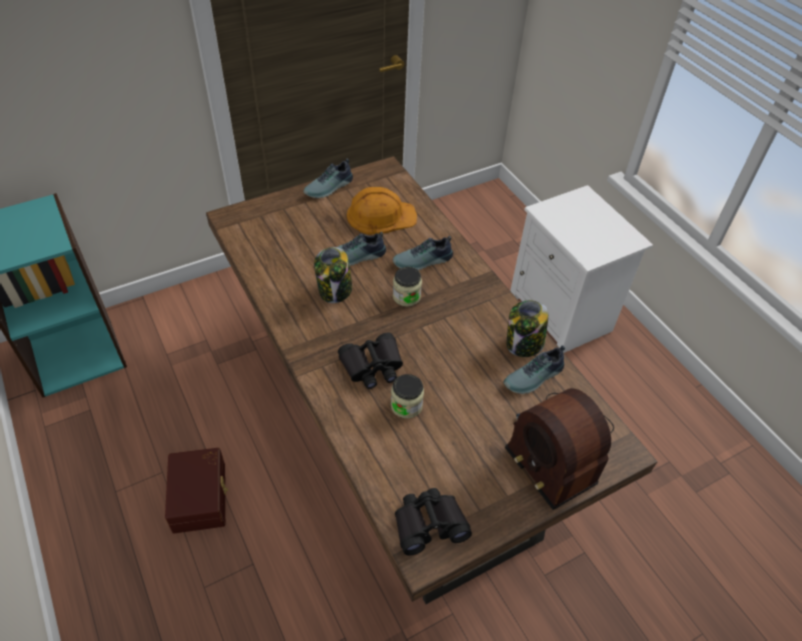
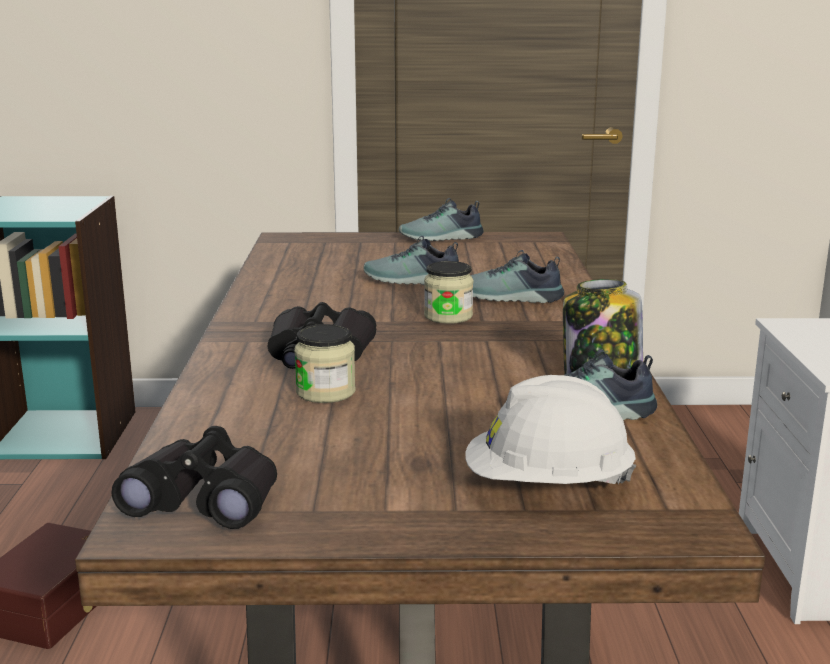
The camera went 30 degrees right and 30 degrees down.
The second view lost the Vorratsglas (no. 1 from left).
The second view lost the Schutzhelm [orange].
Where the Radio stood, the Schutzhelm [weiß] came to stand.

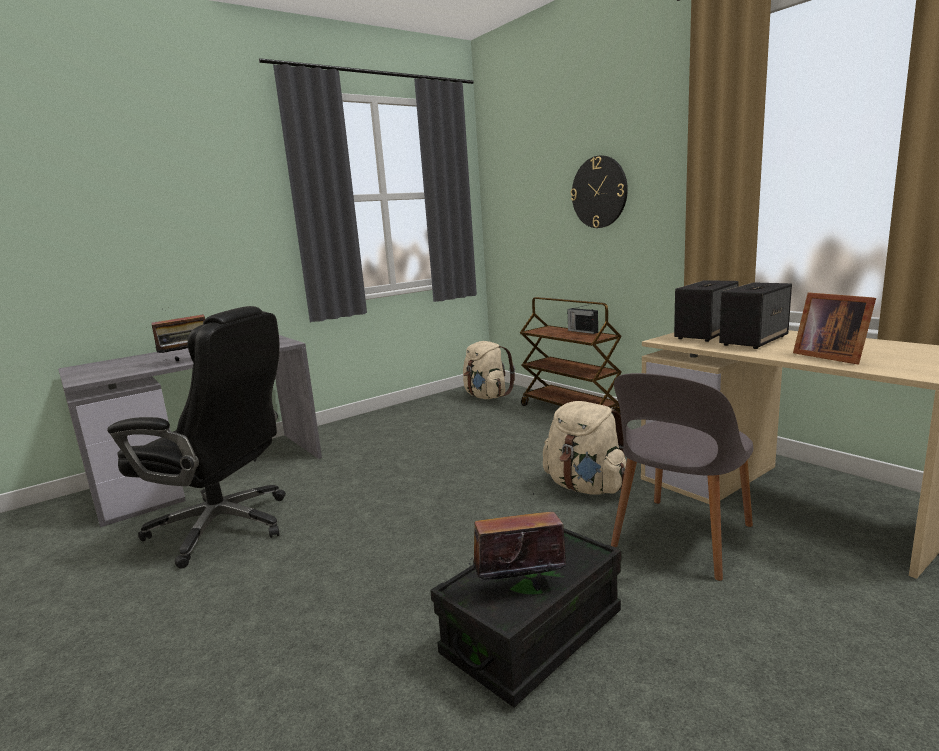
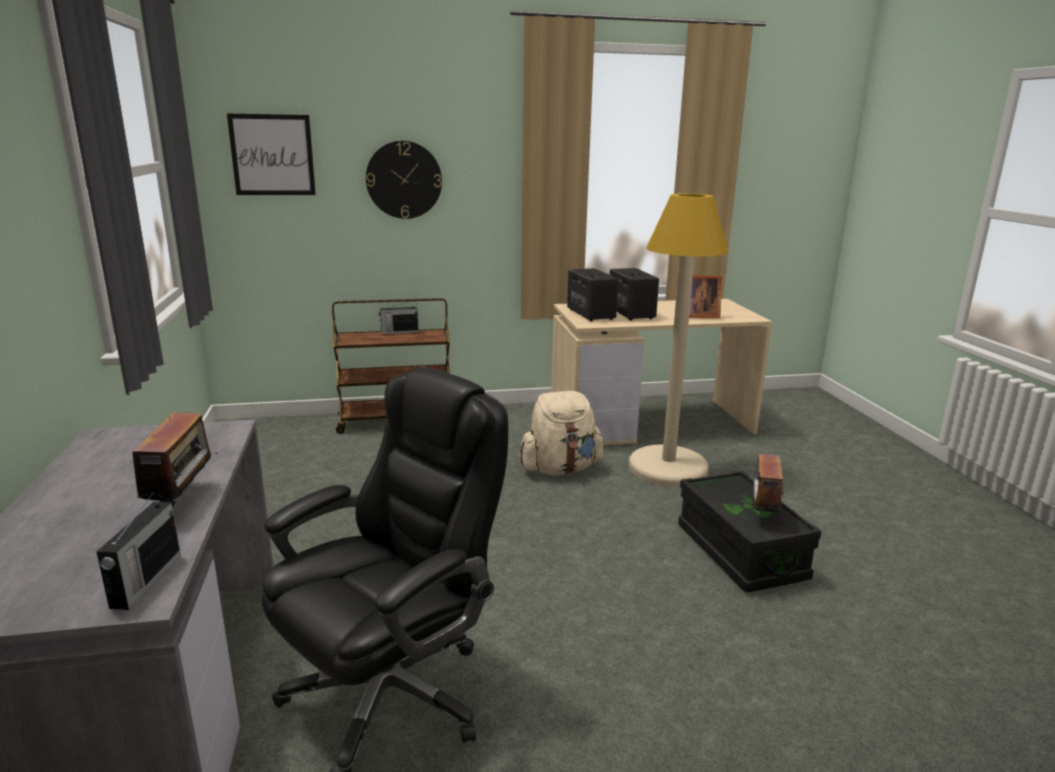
The camera went 65 degrees left and 5 degrees up.
The second view lost the Rucksack [beige] (no. 1 from left).
The second view gained the Radio (no. 1 from left).
The second view gained the Bild.
Where the Stuhl [grau] stood, the Stehlampe [beige] came to stand.

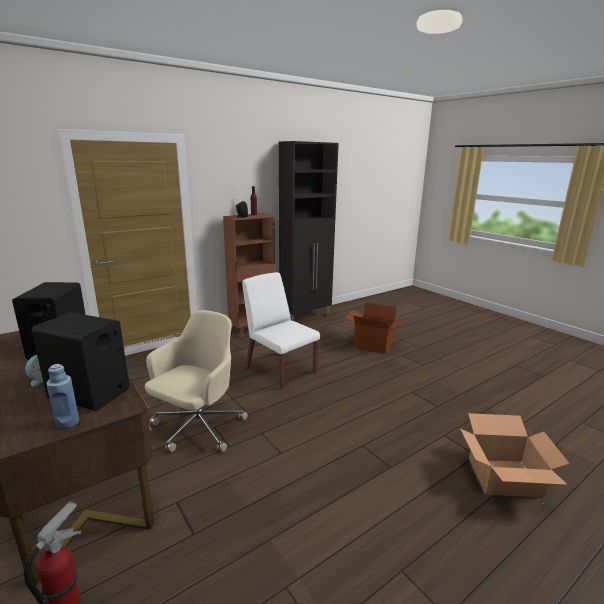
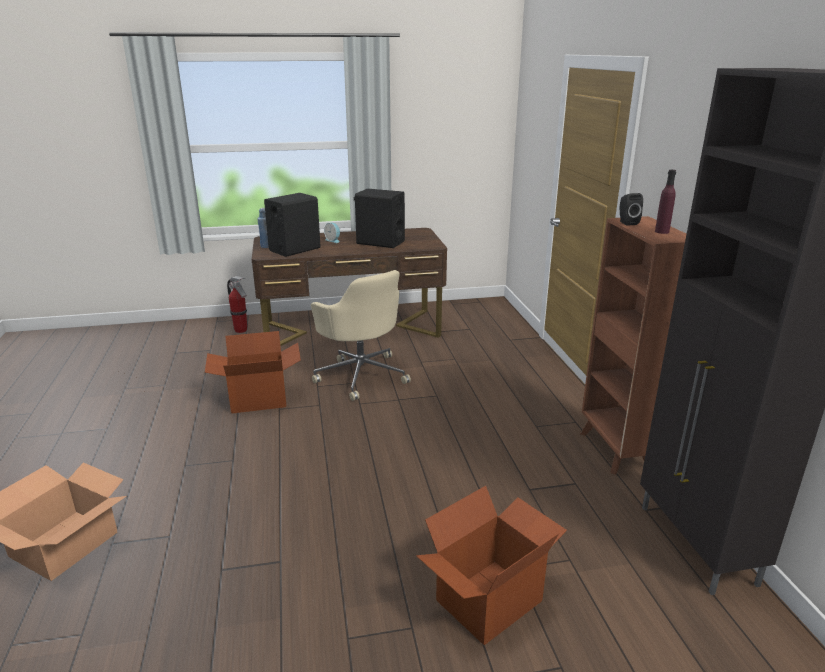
The camera went 115 degrees right and 5 degrees up.
The second view lost the Stuhl [weiß].
The second view gained the Karton (no. 2 from left).

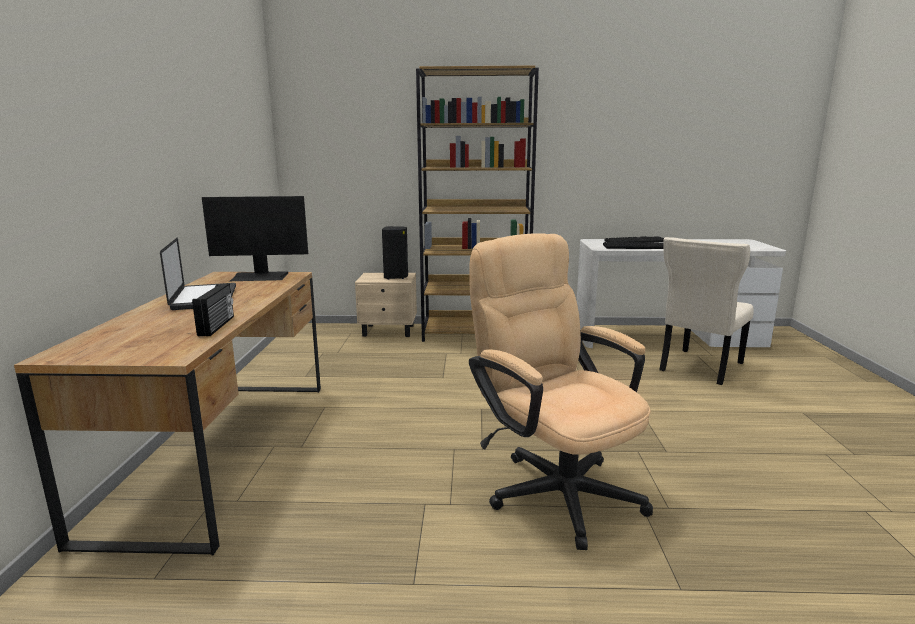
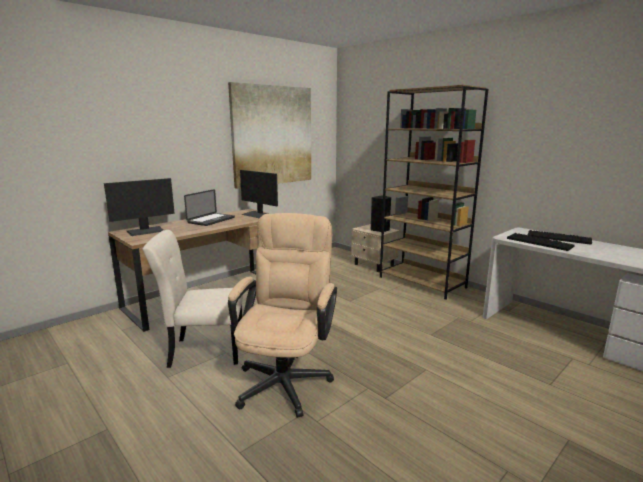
The camera went 45 degrees right and 0 degrees up.
The second view lost the Radio.
The second view gained the Monitor (no. 1 from left).
The second view gained the Bild.
The Stuhl [beige] ended up elsewhere.

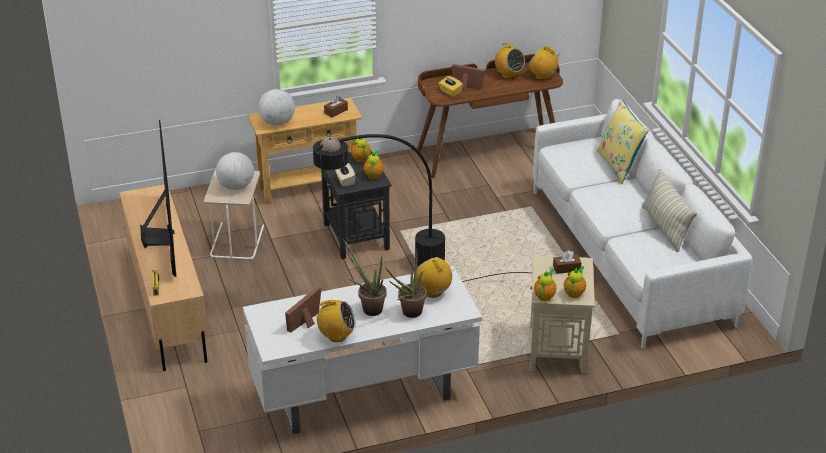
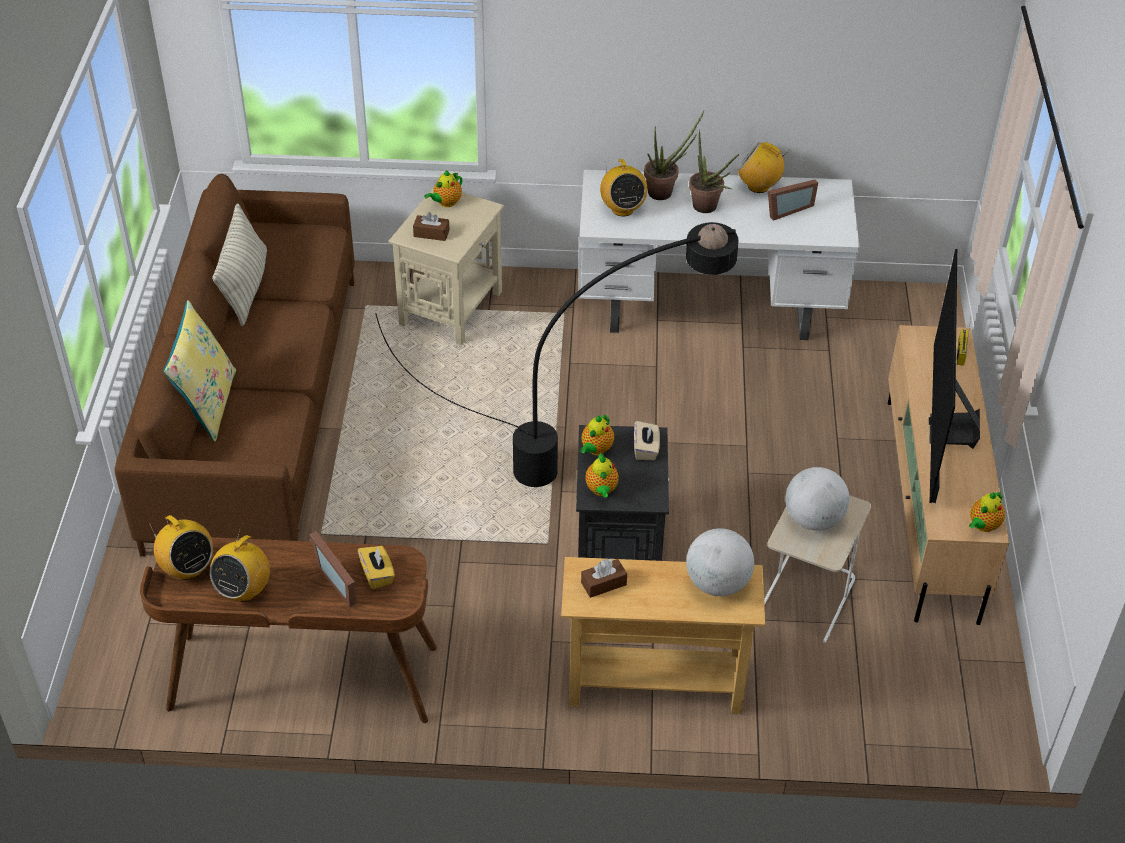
The camera went 160 degrees left and 10 degrees up.
The Teekanne (no. 3 from left in the first image) ended up elsewhere.
What was the Sofa [weiß] turned into the Sofa [braun].
The Radio (no. 4 from left in the first image) ended up facing another way, 135 degrees counterclockwise from before.

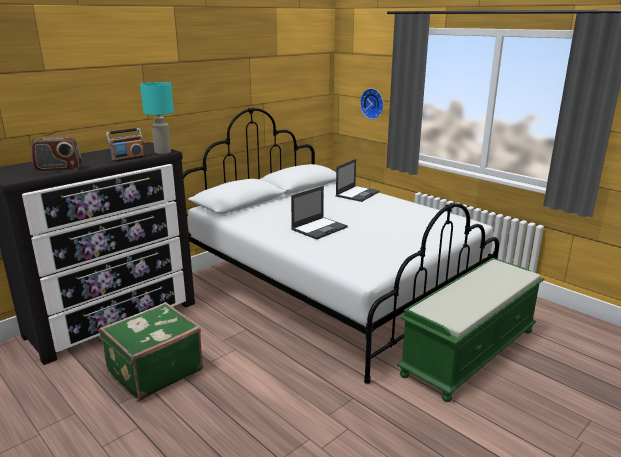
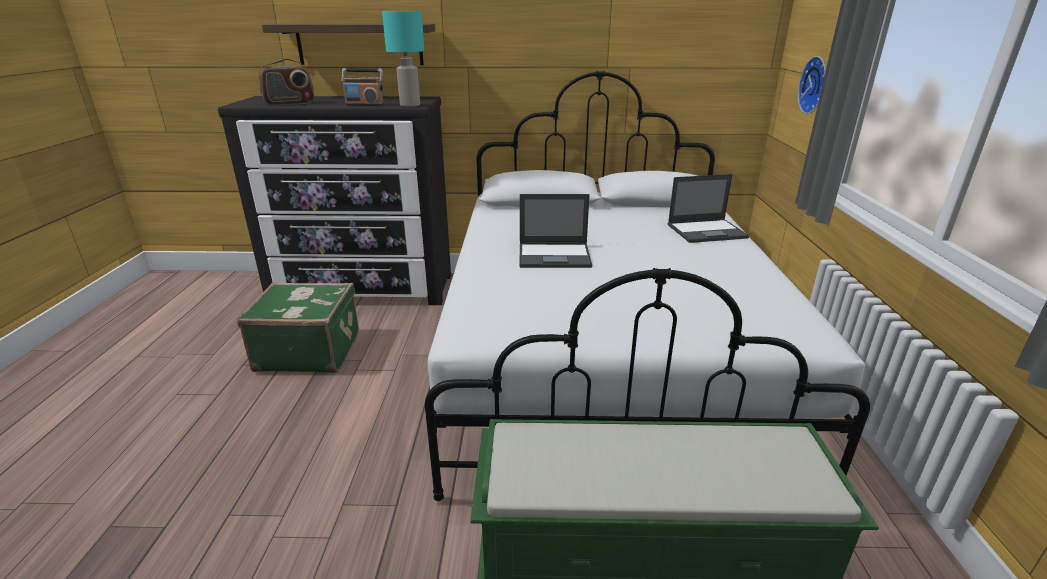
The camera went 45 degrees right and 5 degrees up.
The second view gained the Wandregal.
The Radio (no. 1 from left) ended up facing another way, 60 degrees counterclockwise from before.

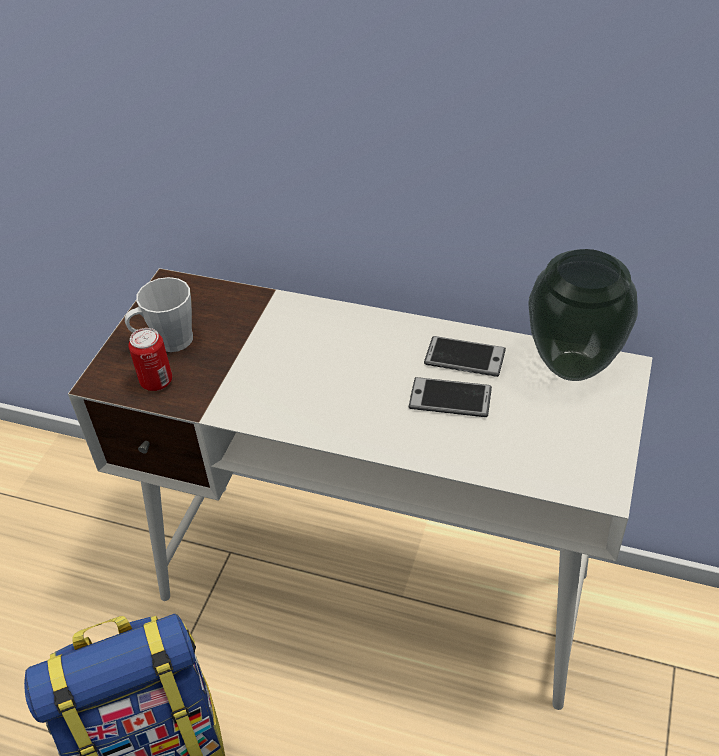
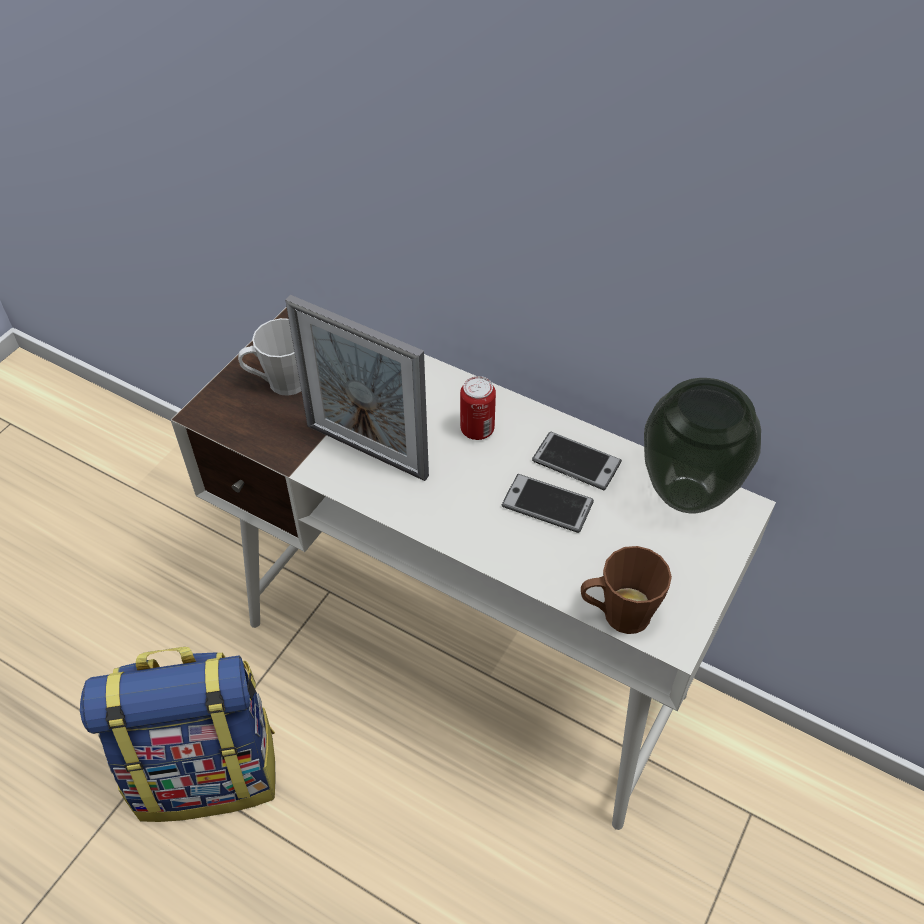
The camera went 10 degrees right and 5 degrees up.
The second view gained the Bilderrahmen.
The second view gained the Henkelbecher [braun].
The Dose ended up elsewhere.

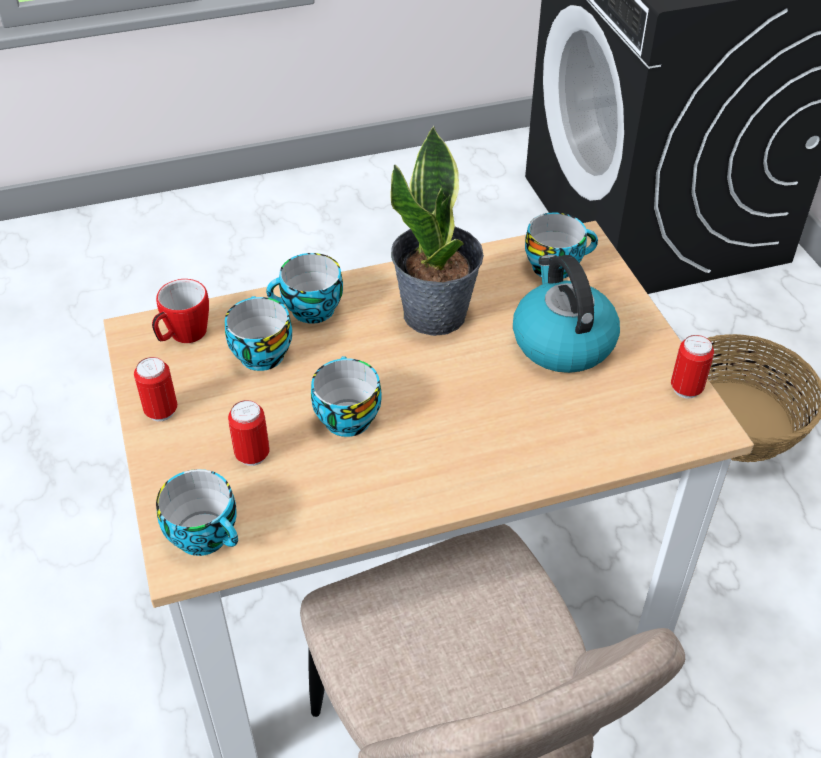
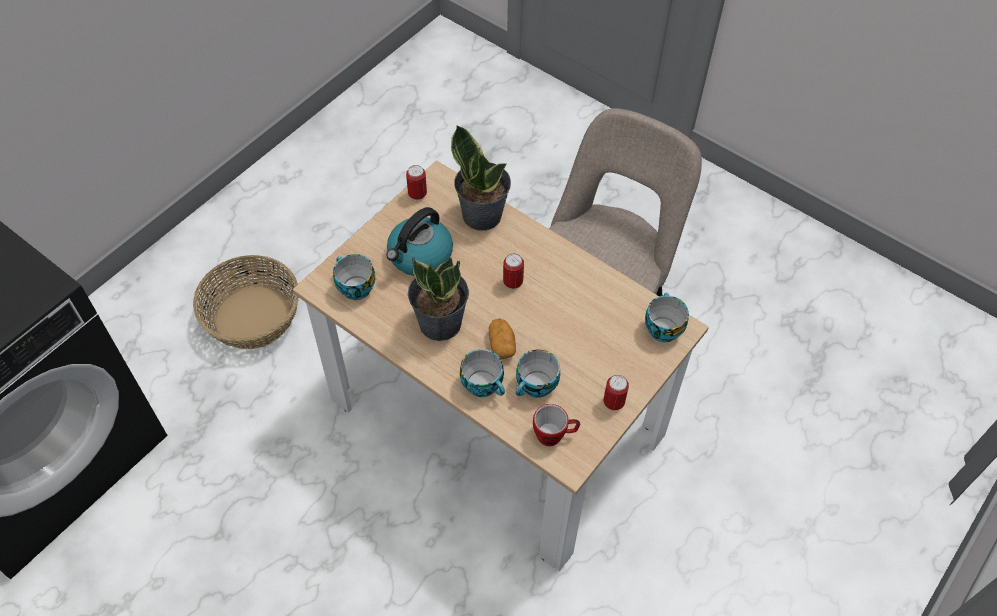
The camera went 125 degrees left and 10 degrees up.
The second view lost the Tasse (no. 4 from left).
The second view gained the Topfpflanze (no. 2 from left).
The second view gained the Kartoffel.
The Dose (no. 2 from left) ended up elsewhere.

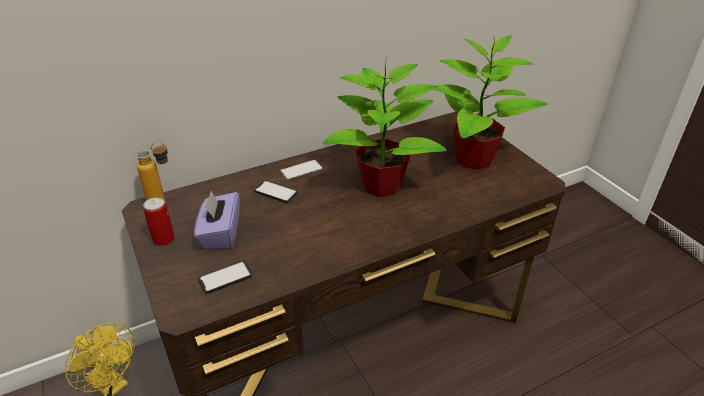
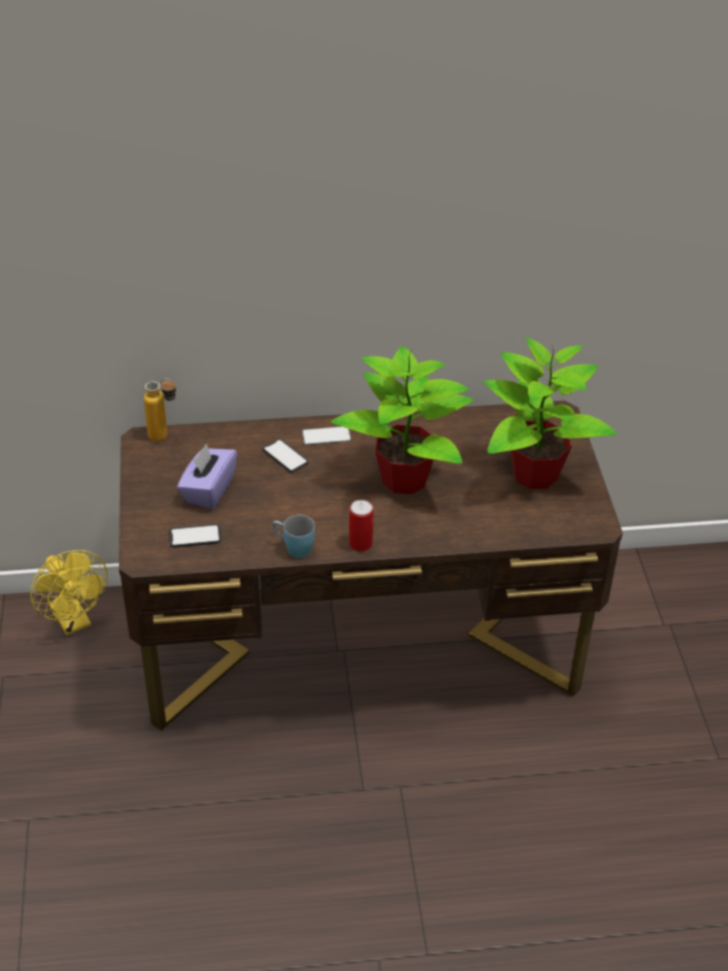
The camera went 20 degrees right and 5 degrees up.
The second view gained the Henkelbecher [blau].
The Dose ended up elsewhere.

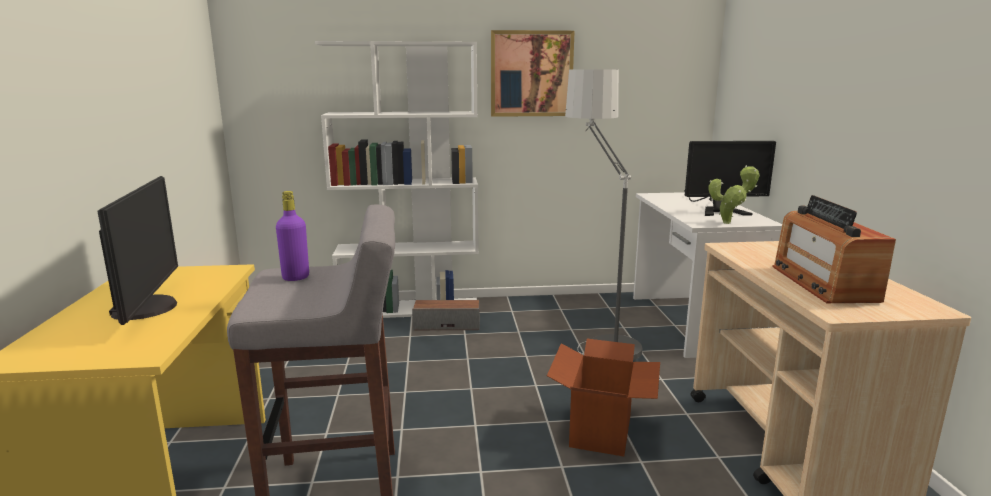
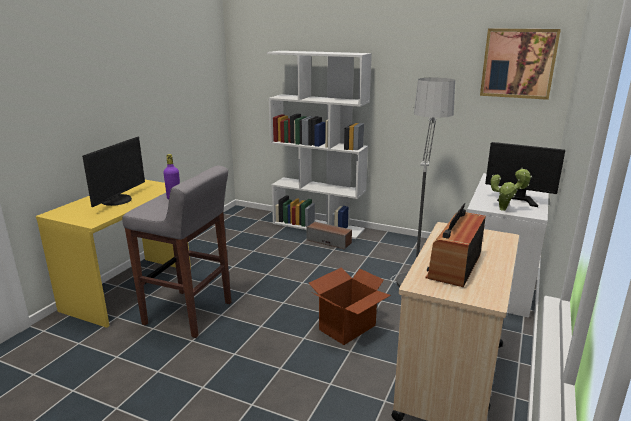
The camera went 30 degrees right and 5 degrees up.
The Bild ended up elsewhere.

